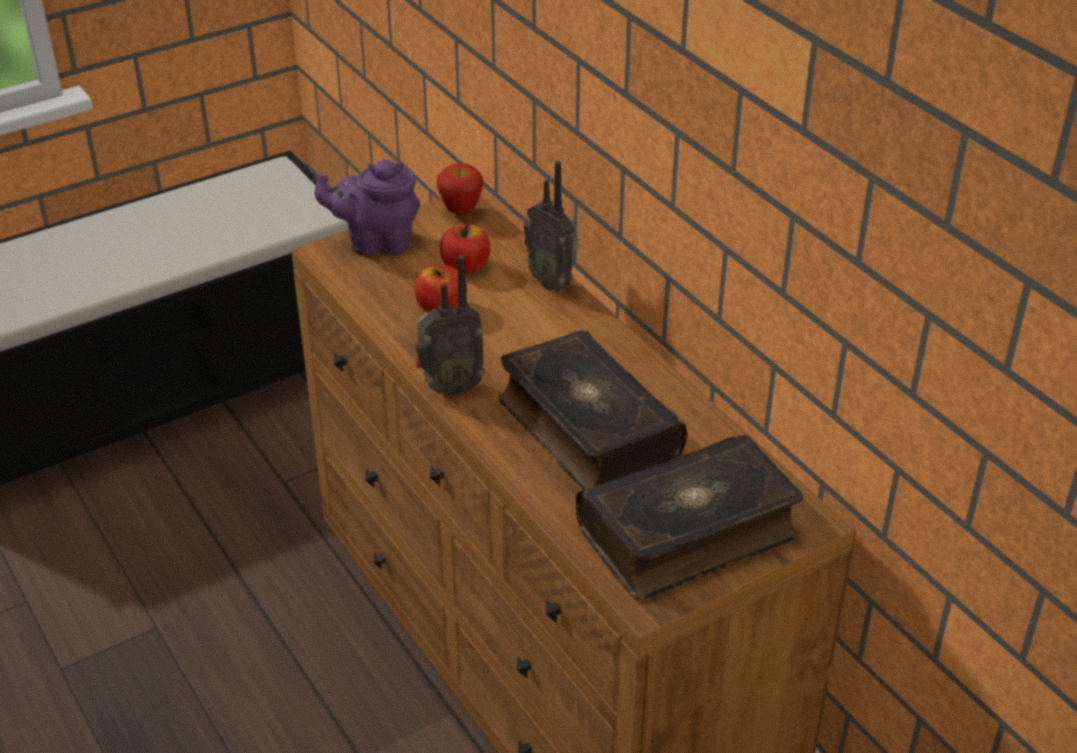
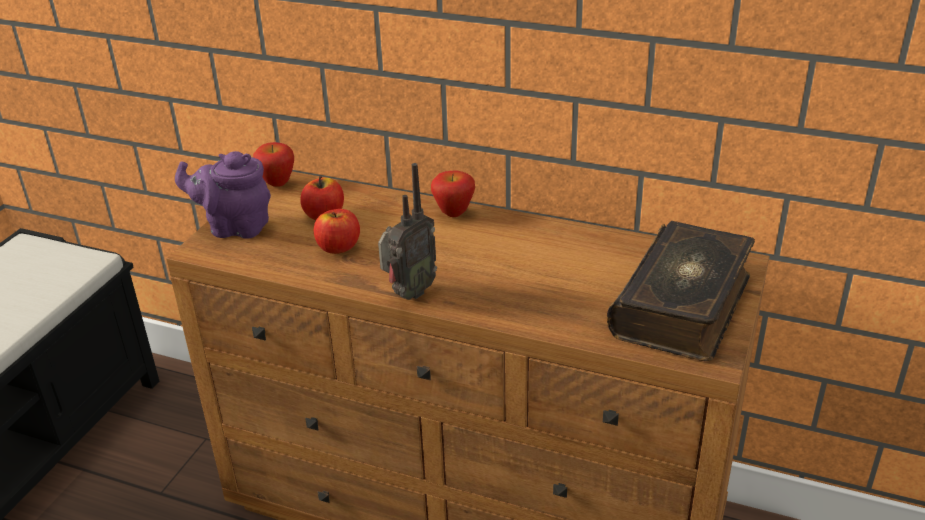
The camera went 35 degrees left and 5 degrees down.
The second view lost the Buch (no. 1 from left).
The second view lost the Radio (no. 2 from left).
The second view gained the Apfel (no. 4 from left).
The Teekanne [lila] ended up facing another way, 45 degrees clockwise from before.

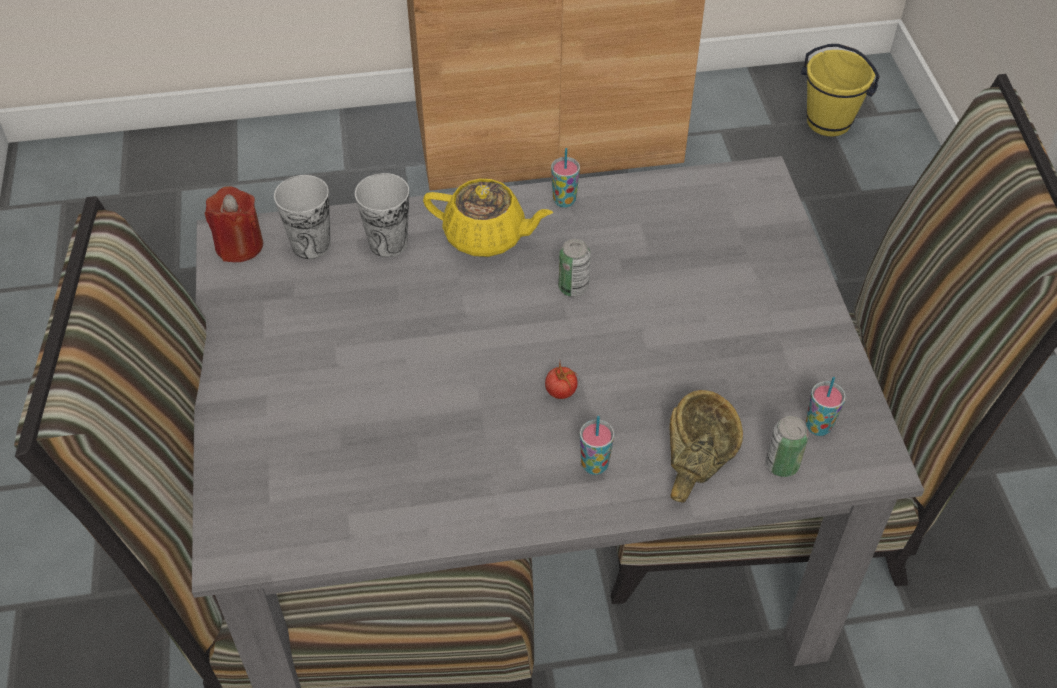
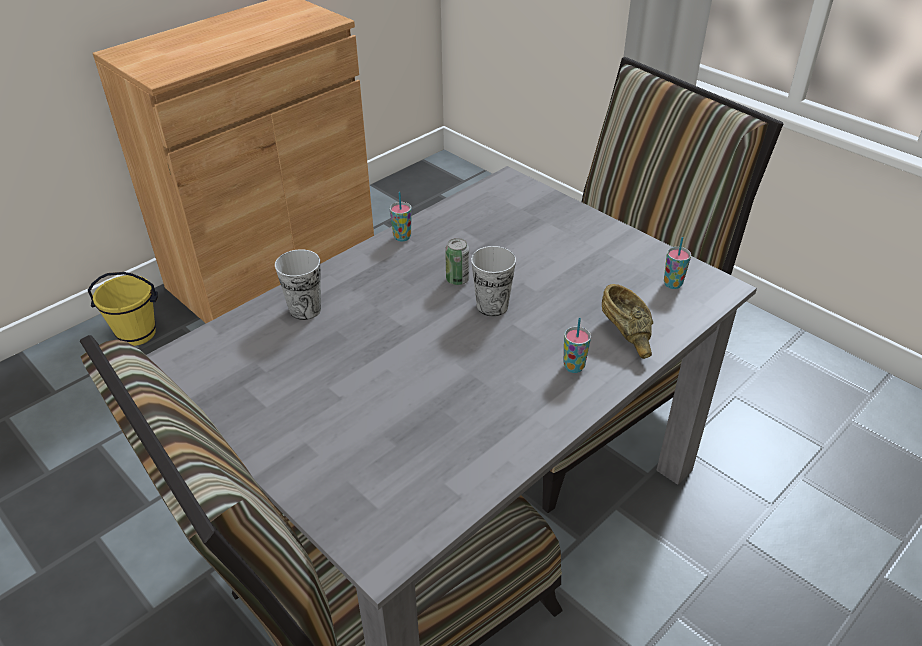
The camera went 35 degrees left and 10 degrees down.
The second view lost the Kerze [rot].
The second view lost the Teekanne [gelb].
The second view lost the Tomate.
The second view lost the Dose (no. 2 from left).
The Tasse (no. 1 from left in the first image) ended up elsewhere.
The Eimer [gelb] ended up elsewhere.

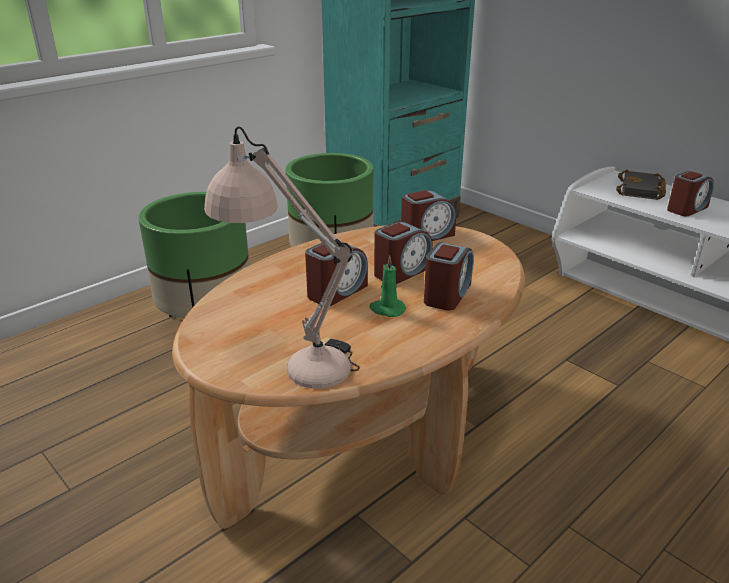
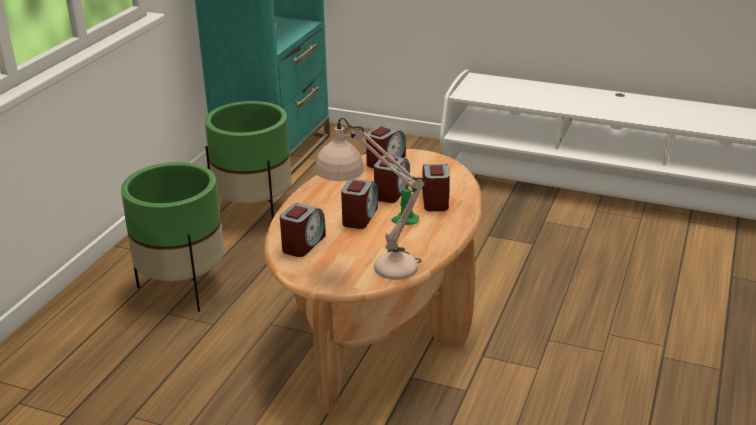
The camera went 25 degrees left and 0 degrees up.
The second view lost the Buch [schwarz].
The Wecker (no. 5 from left in the first image) ended up elsewhere.

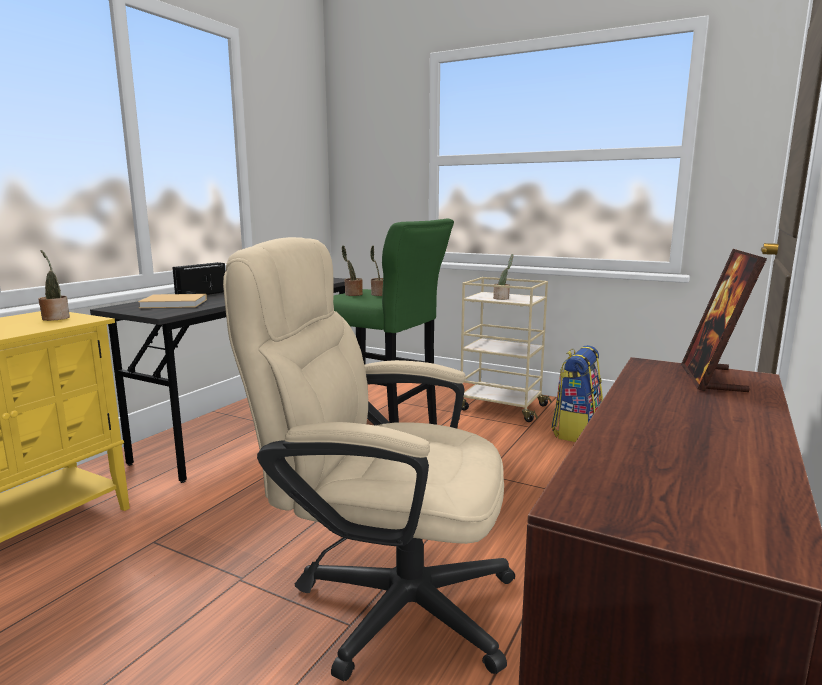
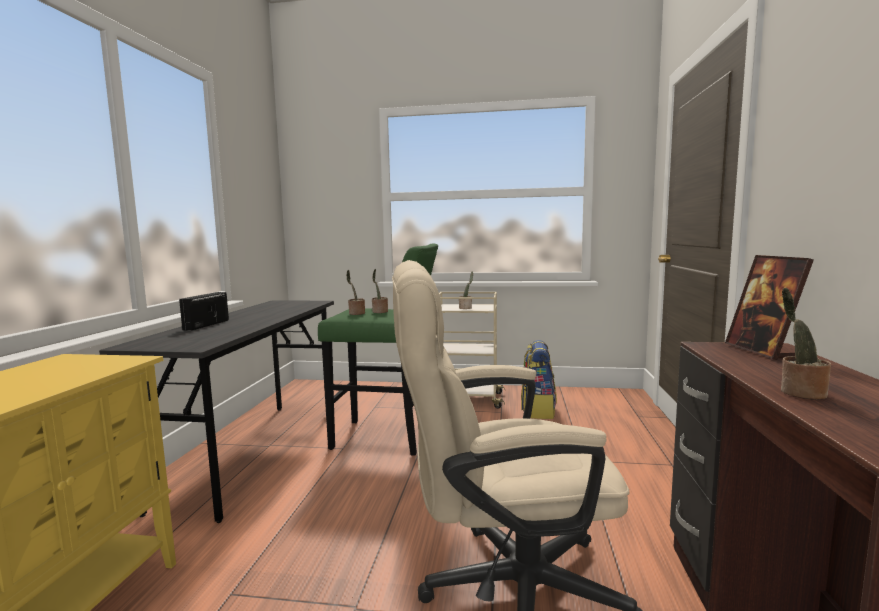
The camera went 20 degrees left and 5 degrees down.
The second view lost the Buch [beige].
The Topfpflanze (no. 1 from left in the first image) ended up elsewhere.

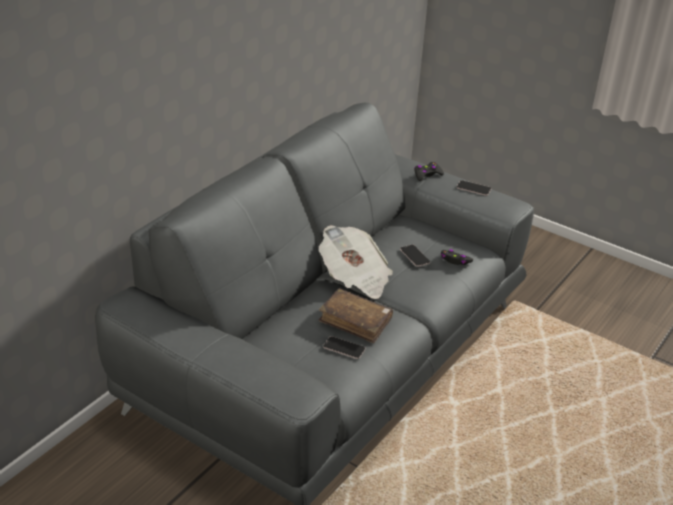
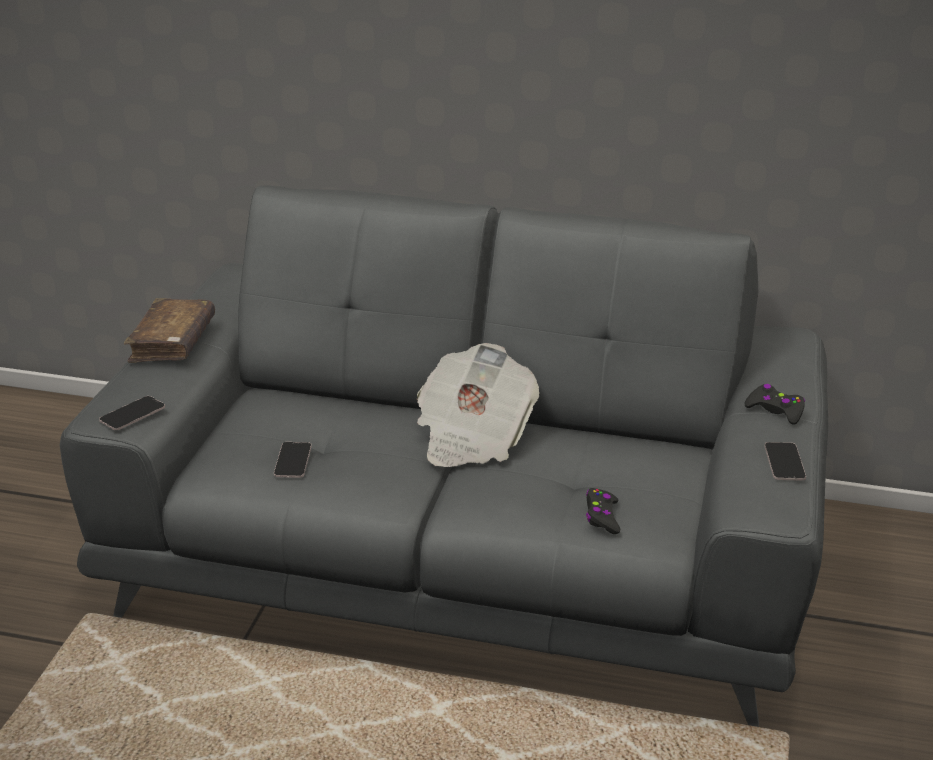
The camera went 70 degrees right and 5 degrees down.
The Buch [braun] ended up elsewhere.
The Handy (no. 2 from left in the first image) ended up elsewhere.

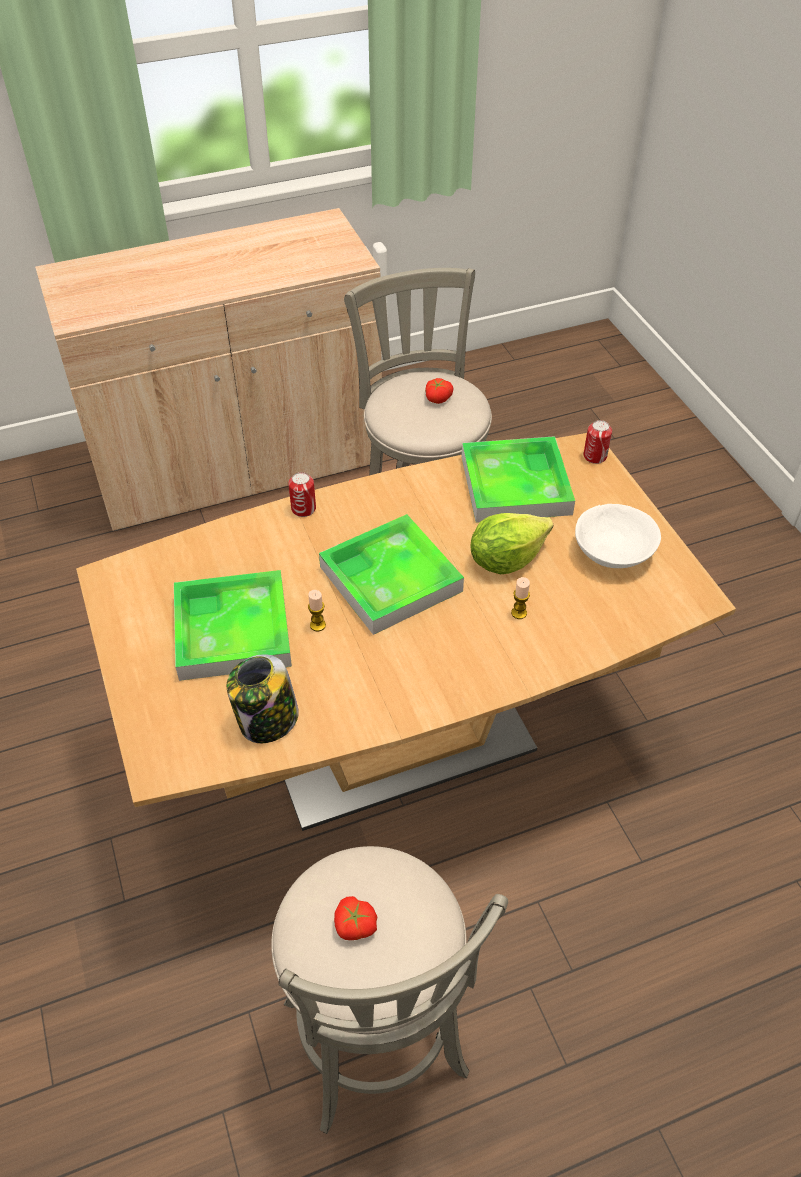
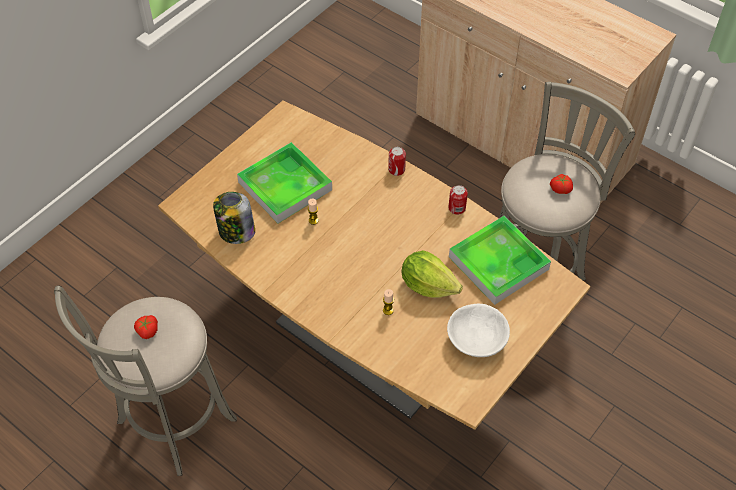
The camera went 60 degrees right and 5 degrees up.
The second view lost the Tablett (no. 2 from left).
The Dose (no. 2 from left) ended up elsewhere.

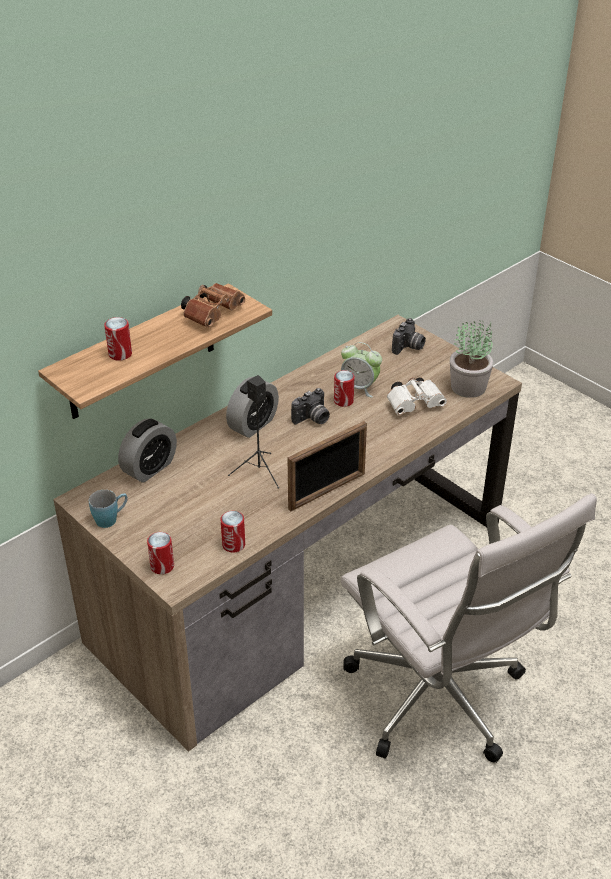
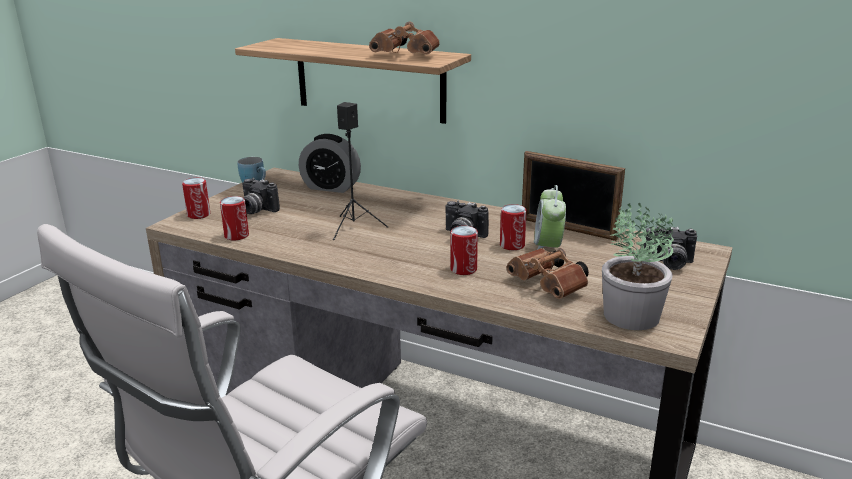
The camera went 70 degrees right and 15 degrees down.
The second view lost the Wecker (no. 2 from left).
The second view gained the Kamera (no. 1 from left).
The Dose (no. 1 from left in the first image) ended up elsewhere.
The Bilderrahmen ended up elsewhere.
What was the Fernglas [weiß] turned into the Fernglas [braun] (no. 2 from left).

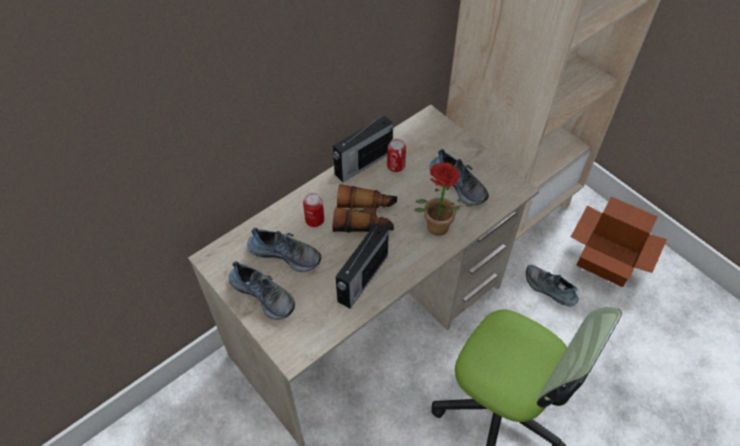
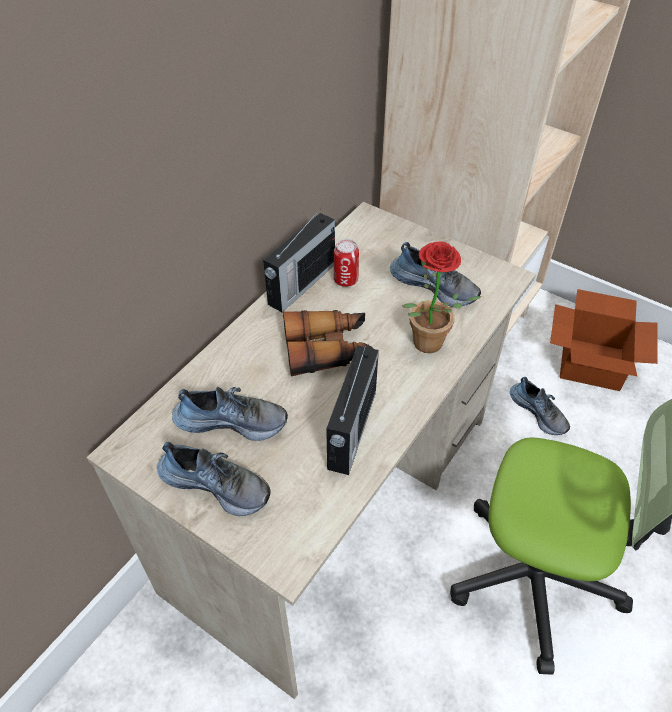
The camera went 15 degrees left and 5 degrees down.
The second view lost the Dose (no. 1 from left).
The Schuh (no. 4 from left) ended up facing another way, 150 degrees counterclockwise from before.

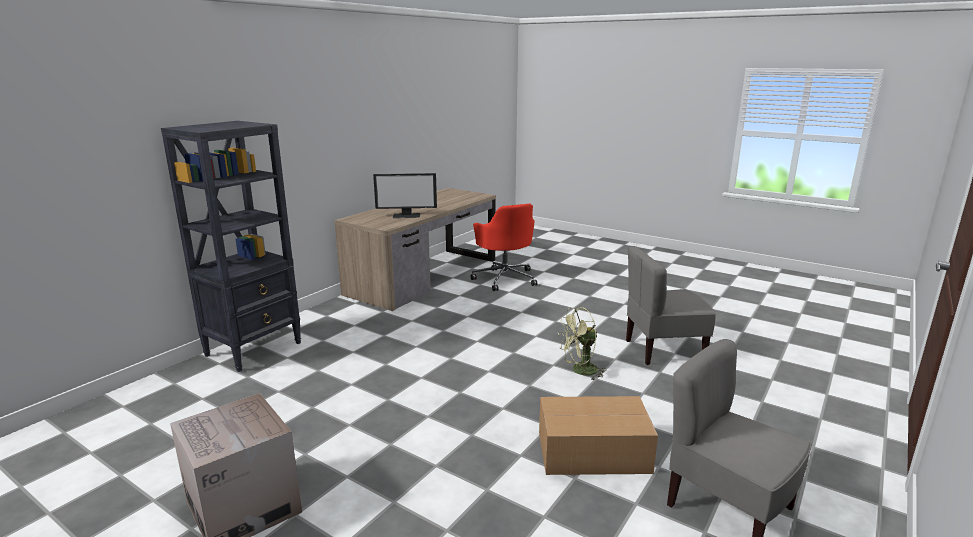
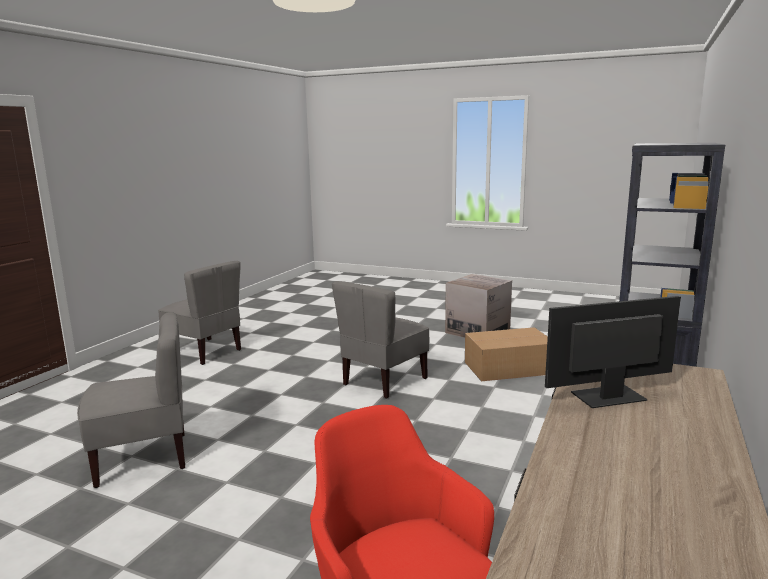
The camera went 170 degrees right and 5 degrees down.
The second view lost the Ventilator [grün].
The second view gained the Stuhl [grau] (no. 3 from left).
The Karton (no. 2 from left) ended up elsewhere.

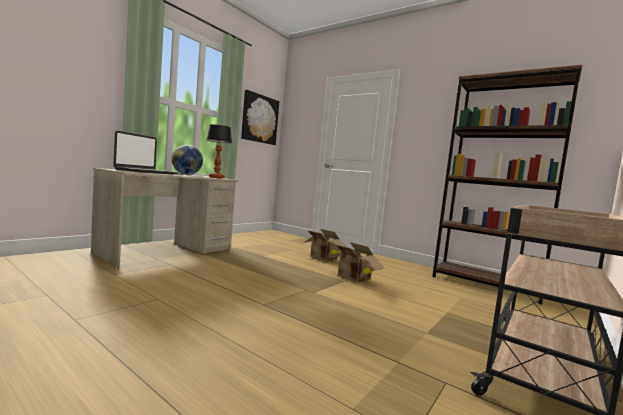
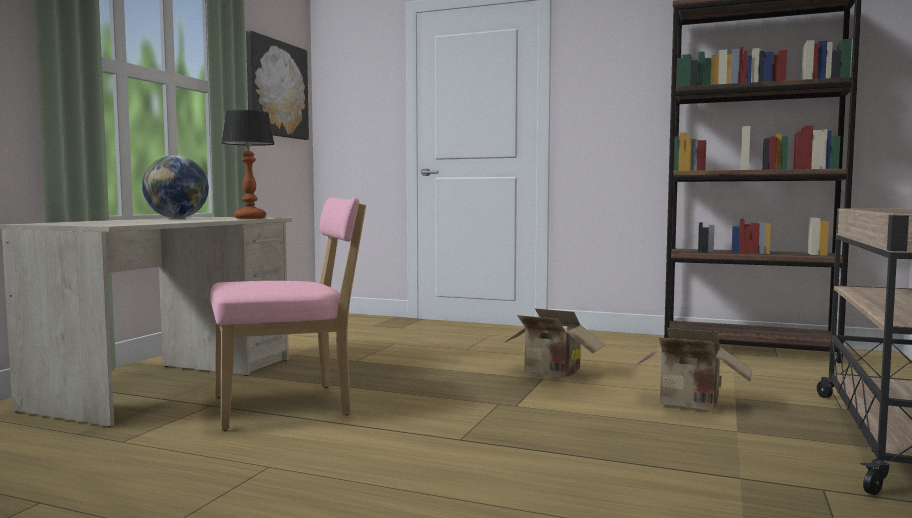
The camera went 15 degrees left and 0 degrees up.
The second view lost the Laptop.
The second view gained the Stuhl [rosa].
The Karton (no. 1 from left in the first image) ended up elsewhere.

